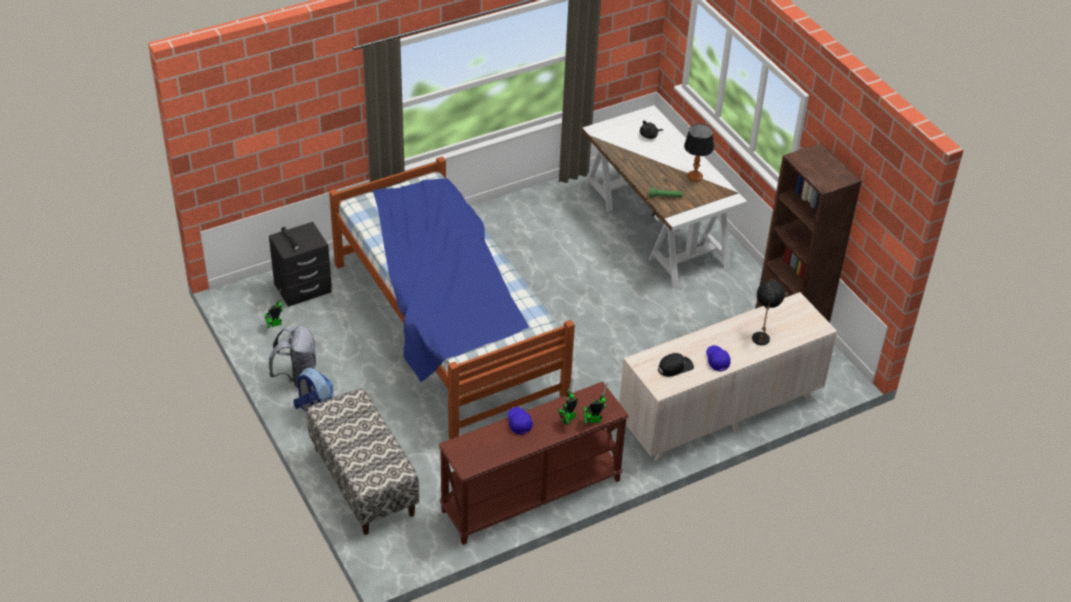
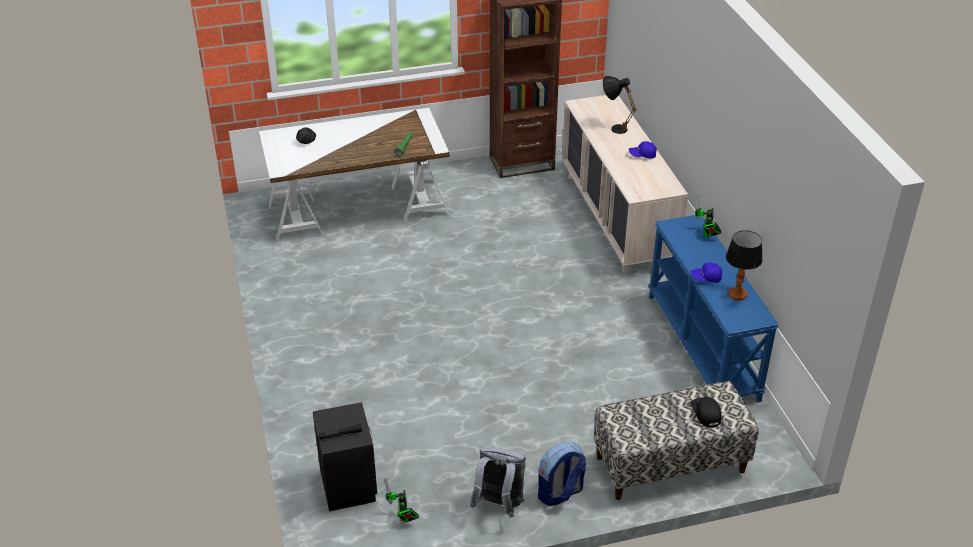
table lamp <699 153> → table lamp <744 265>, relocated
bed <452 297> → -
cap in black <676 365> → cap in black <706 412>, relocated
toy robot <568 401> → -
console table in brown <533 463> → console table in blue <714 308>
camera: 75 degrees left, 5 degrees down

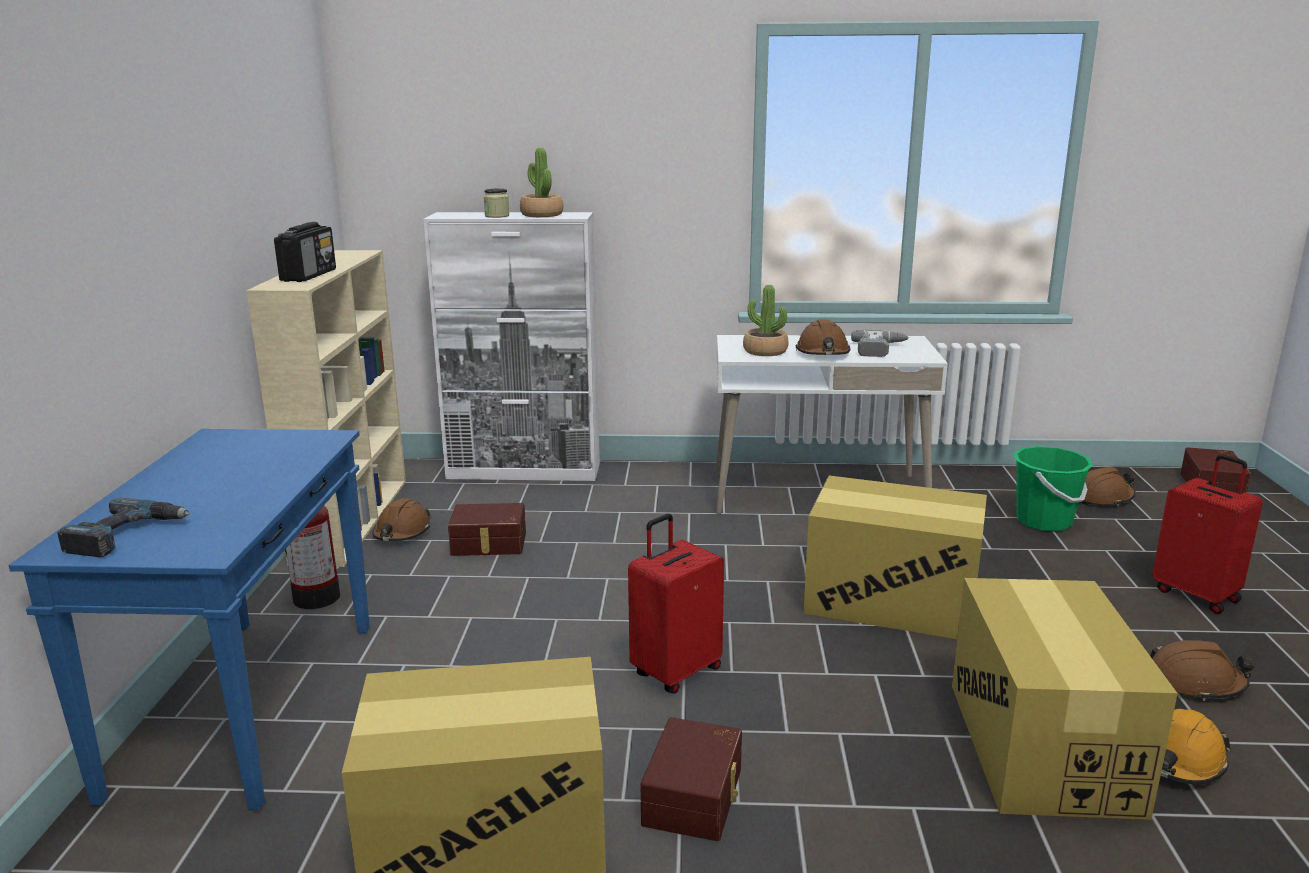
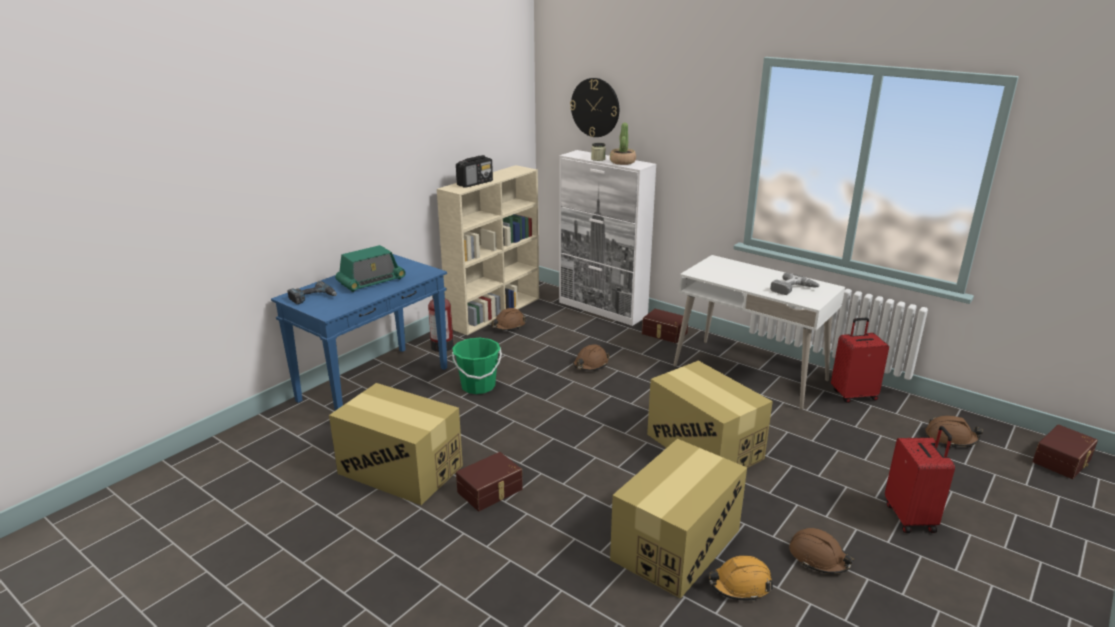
potted plant <765 320> → -
hard hat in brown <822 337> → hard hat in brown <591 357>, relocated
bucket in green <1053 488> → bucket in green <477 366>, relocated
storage box in brown <487 529> → storage box in brown <665 326>, relocated
suitcase in red <676 603> → suitcase in red <860 360>, relocated
- → wall clock <594 107>
- → radio <370 268>
camera: 35 degrees right, 5 degrees up

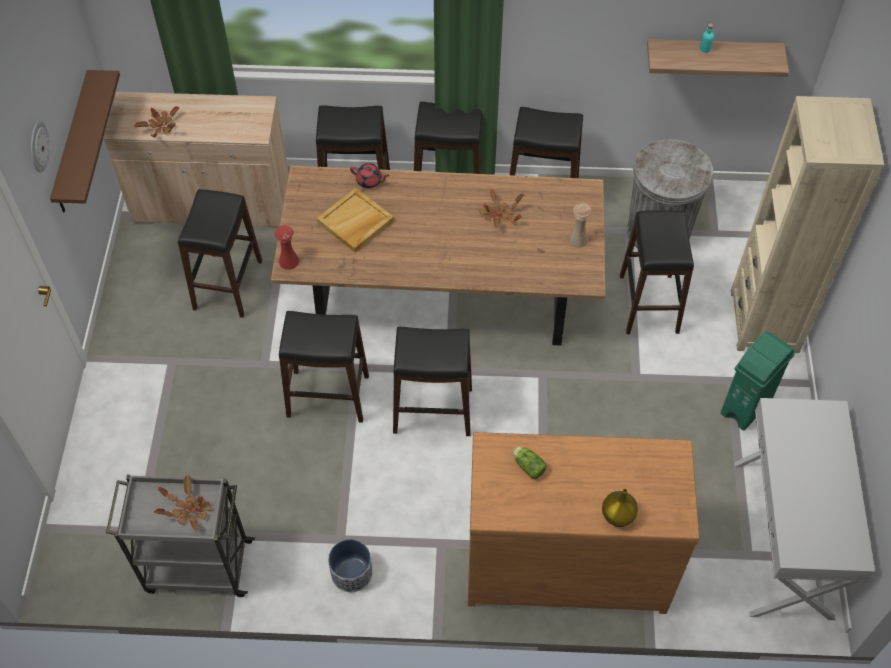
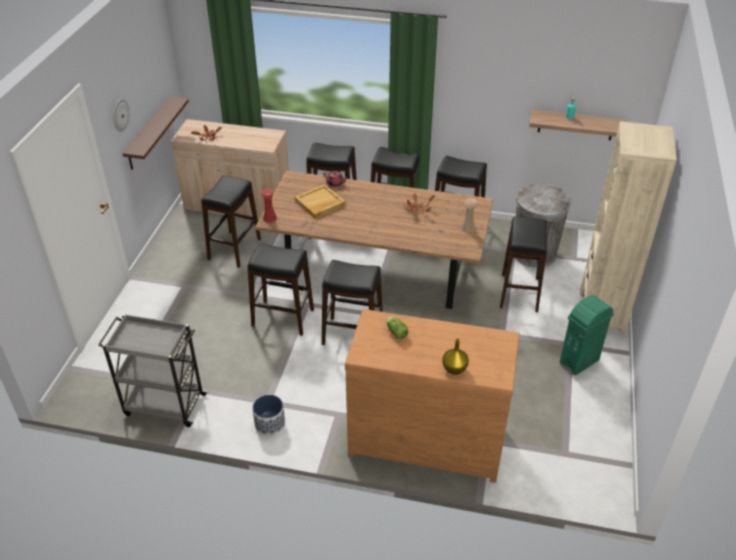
console table in white <804 509> → -
potted plant <182 503> → -
camera: 10 degrees right, 15 degrees down

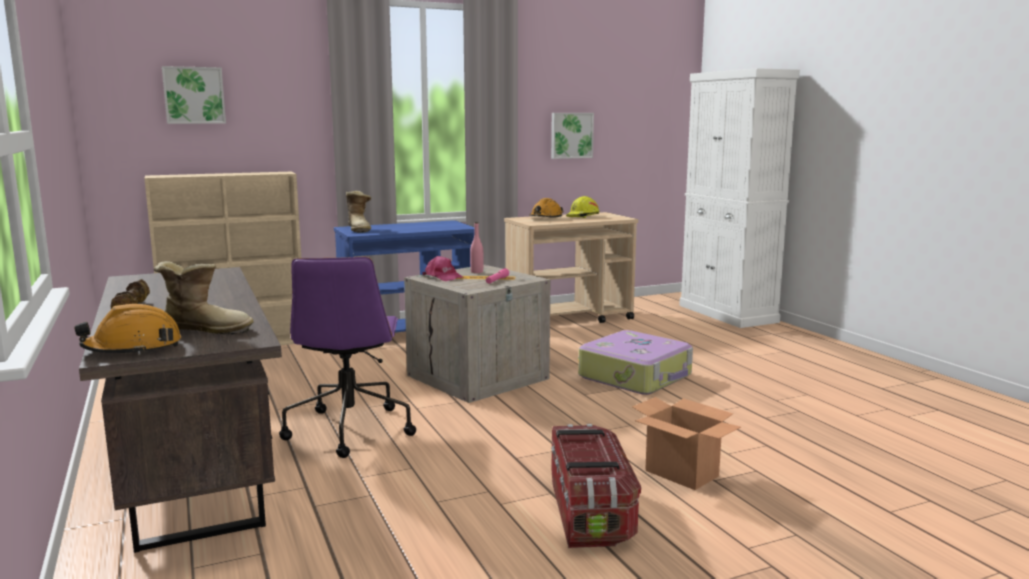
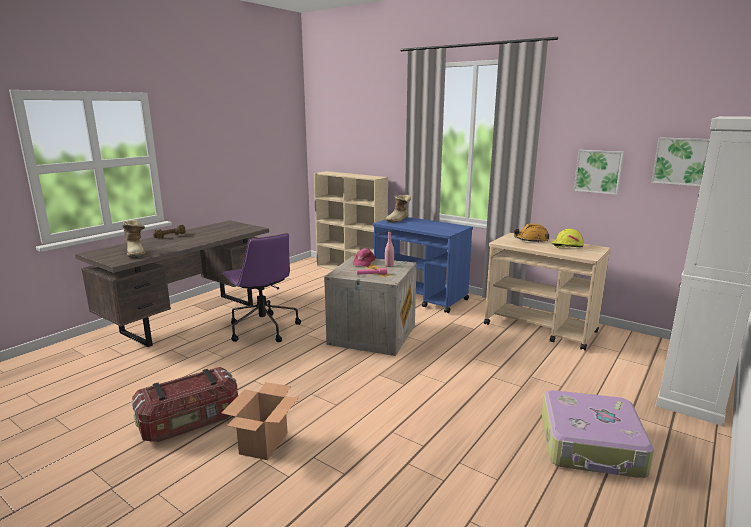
picture <194 95> → picture <680 161>, relocated
office chair in purple <347 357> → office chair in purple <261 287>, 90 degrees counterclockwise
hard hat in orange <127 329> → -
suitcase <635 362> → suitcase <598 434>, relocated
camera: 60 degrees right, 5 degrees up

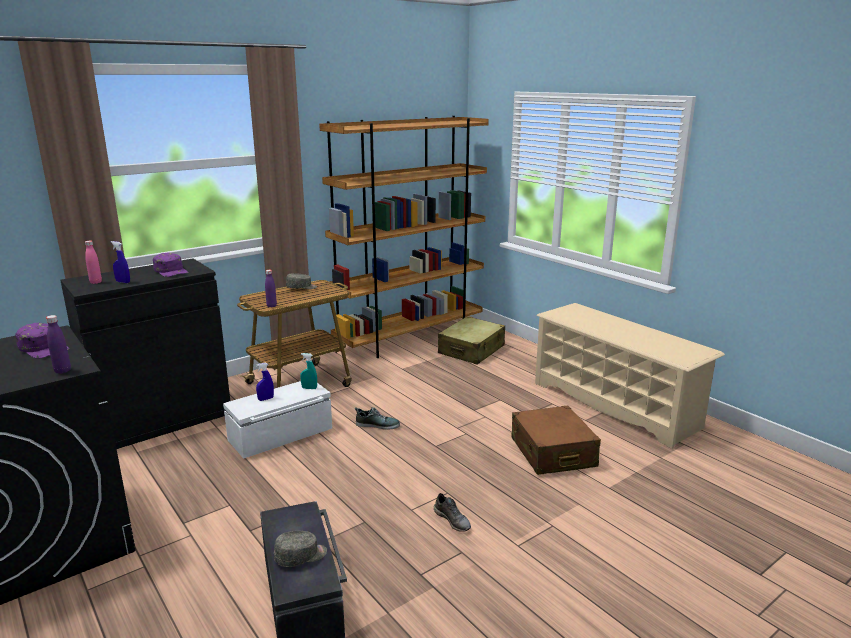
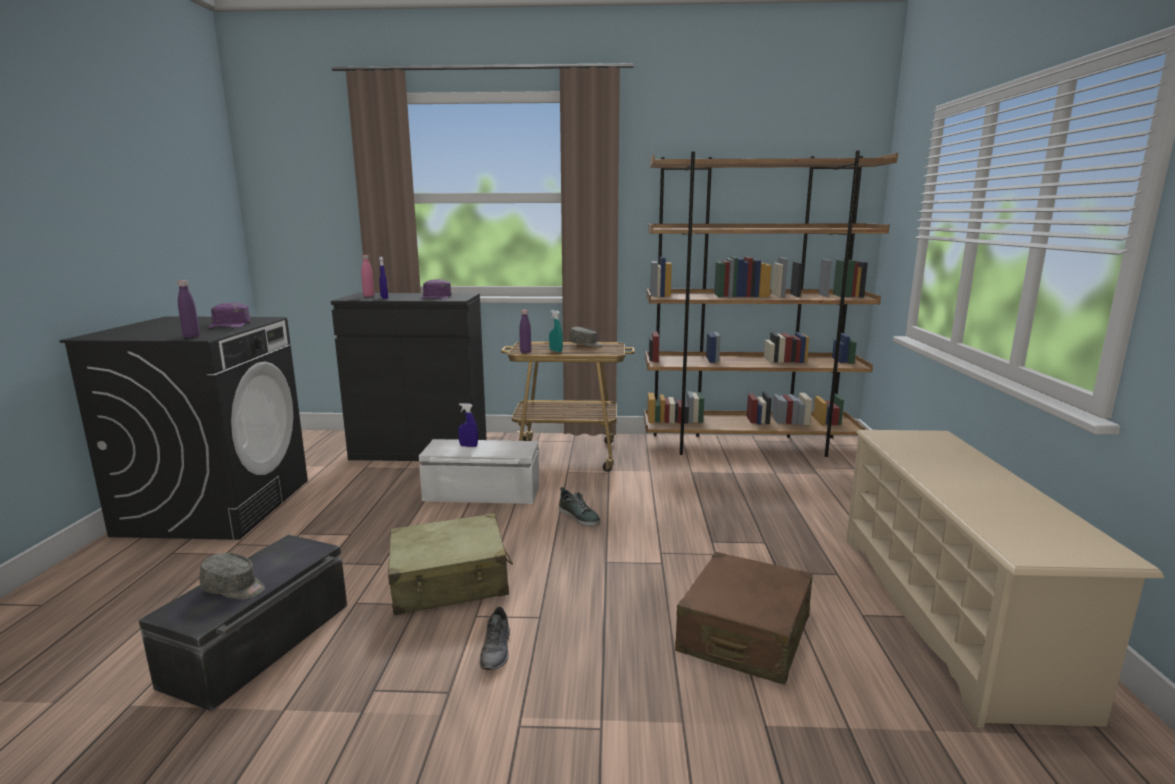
suitcase in beige <471 340> → suitcase in beige <450 564>, relocated
spray bottle in turquoise <308 371> → spray bottle in turquoise <556 331>, relocated
camera: 40 degrees right, 5 degrees down

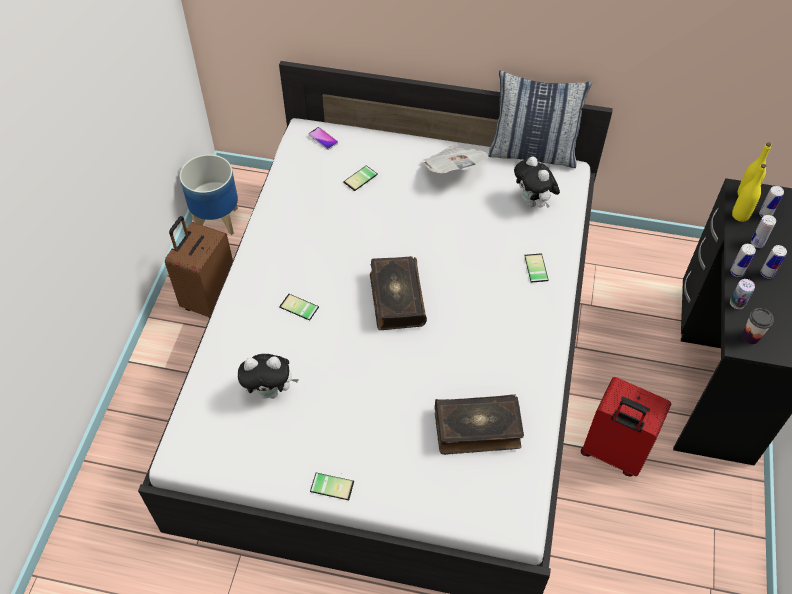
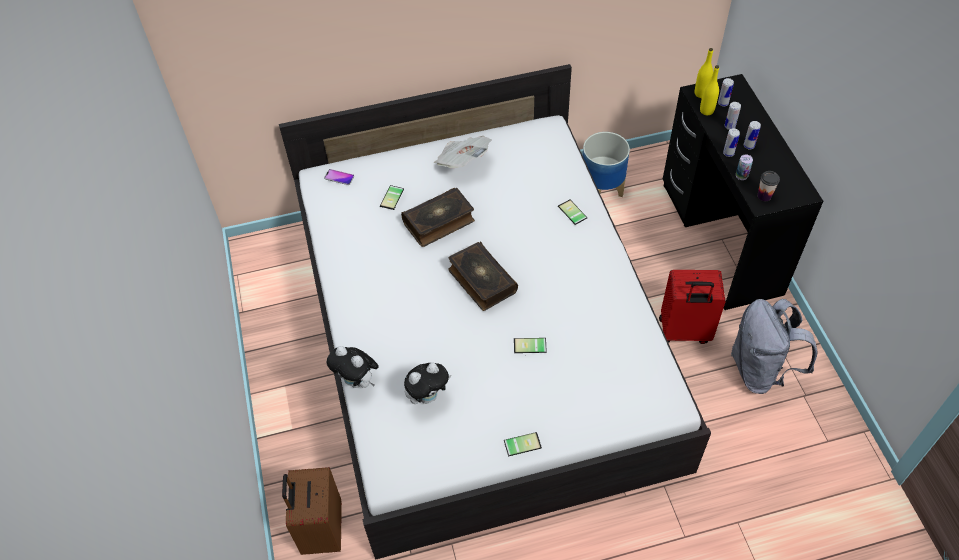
pillow <540 119> → -
planter <209 194> → planter <606 164>, relocated
plush toy <537 182> → plush toy <353 367>, relocated
suitcase in brown <199 267> → suitcase in brown <312 511>, relocated
phone <299 307> → phone <530 345>, relocated
book <479 424> → book <438 217>, relocated
- → backpack in grey <774 346>
camera: 25 degrees left, 0 degrees up

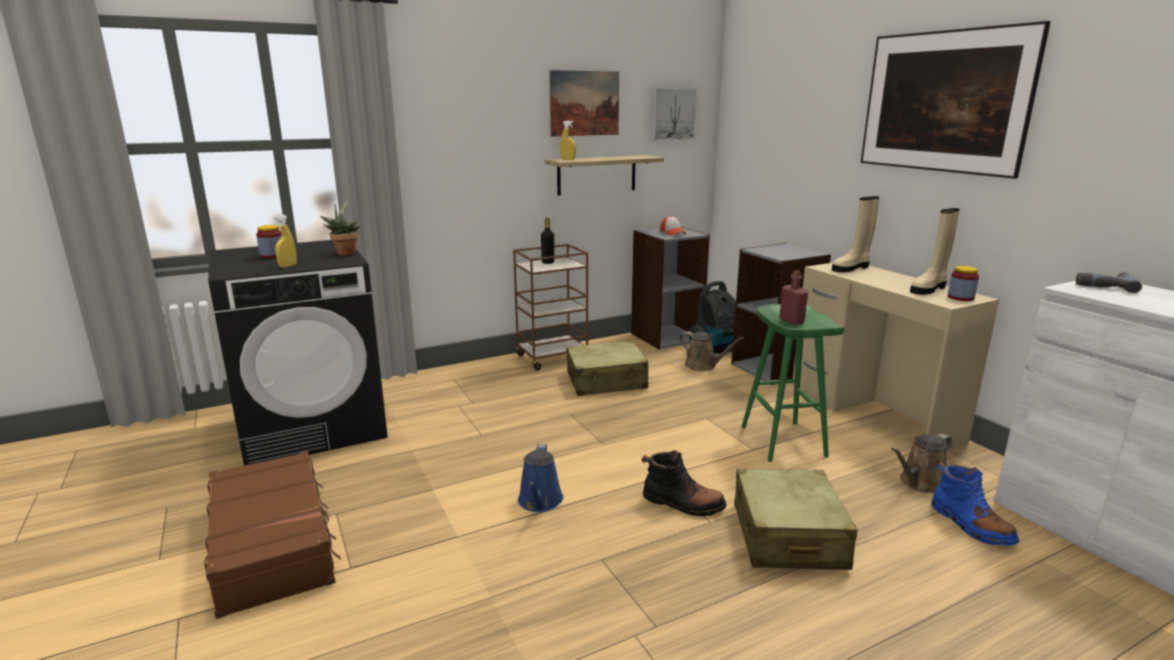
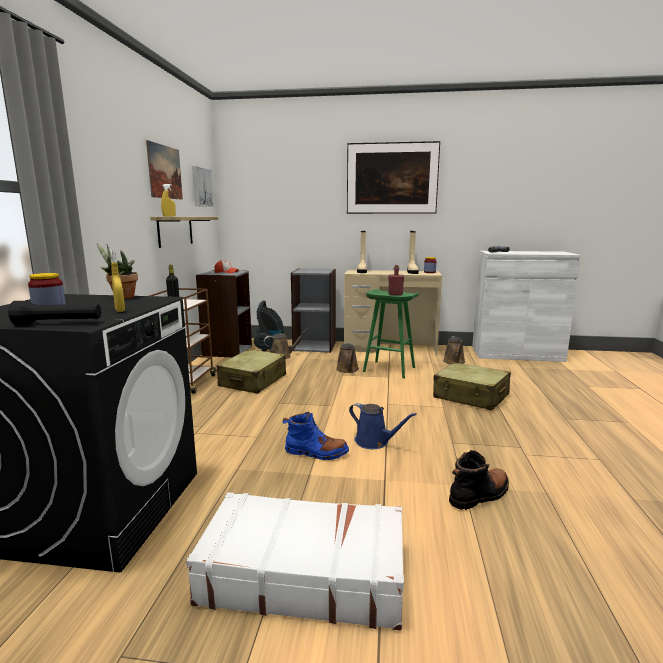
boot in black <684 483> → boot in black <479 480>, relocated
suitcase in brown <273 535> → suitcase in white <295 561>
boot in blue <975 504> → boot in blue <315 435>, relocated
- → flashlight in black <54 313>
- → watering can in brown <347 358>
camera: 55 degrees left, 5 degrees down

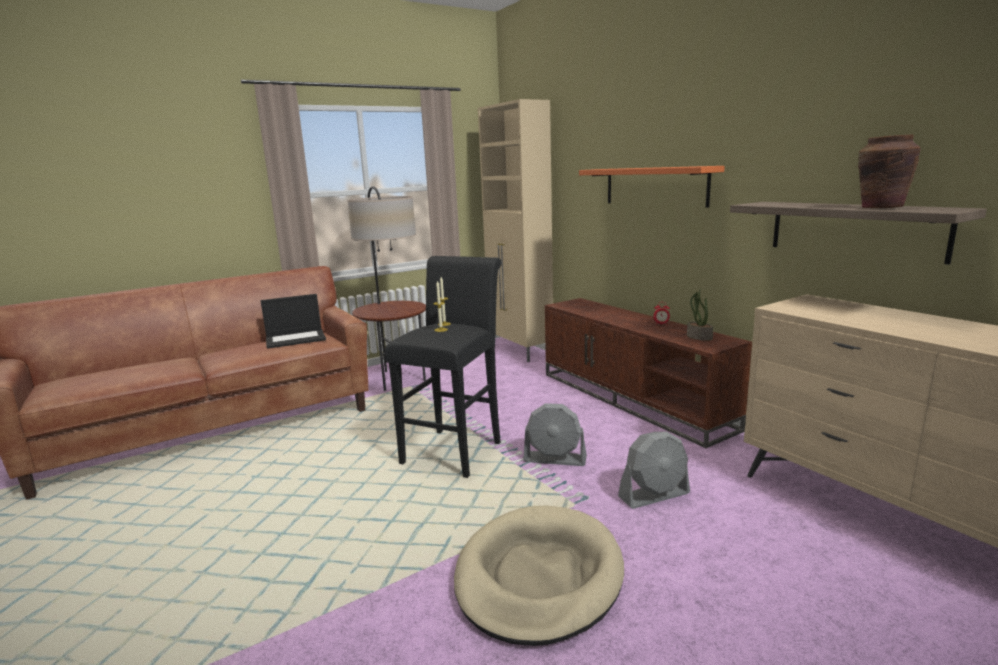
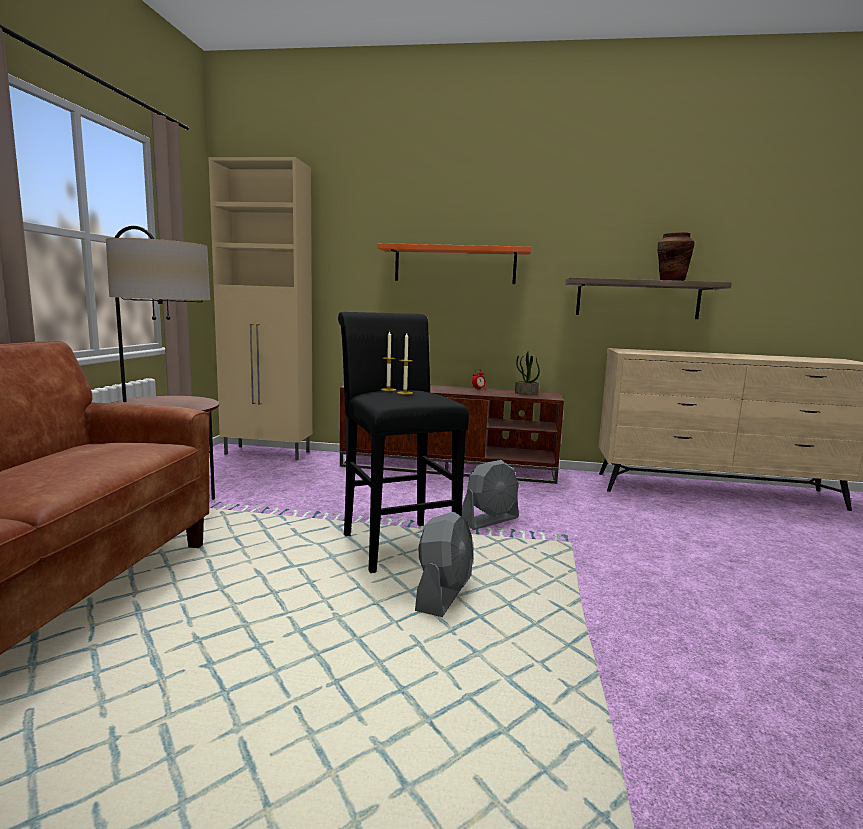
laptop <293 321> → -
fan in grey <654 470> → fan in grey <444 564>, relocated
dog bed in beige <539 575> → -
camera: 50 degrees left, 5 degrees down

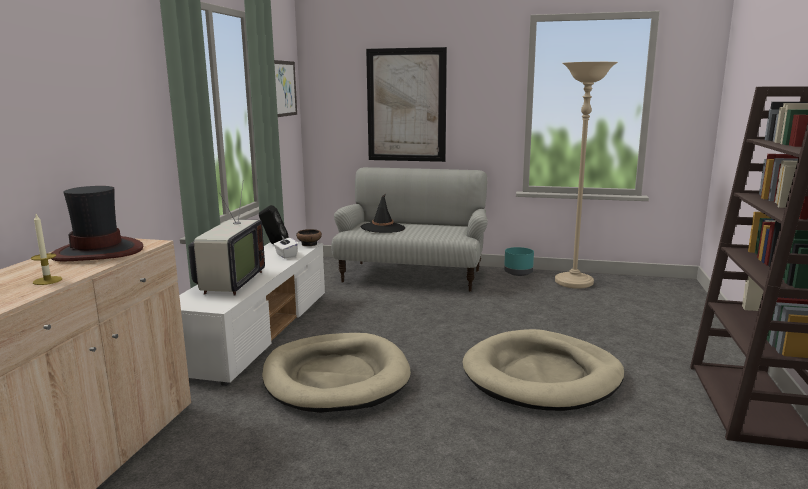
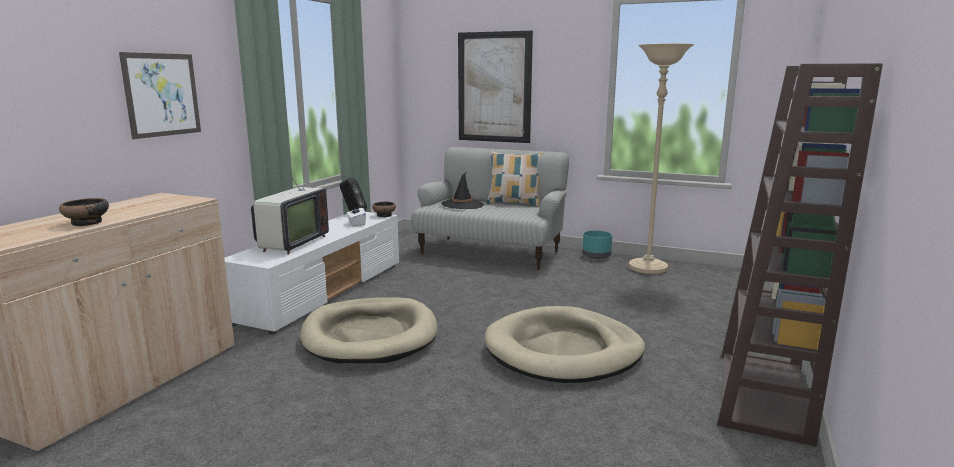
picture <285 88> → picture <160 95>, relocated
hat <97 223> → -
candle <46 249> → bowl <84 212>
- → pillow <514 178>
camera: 10 degrees right, 0 degrees up

